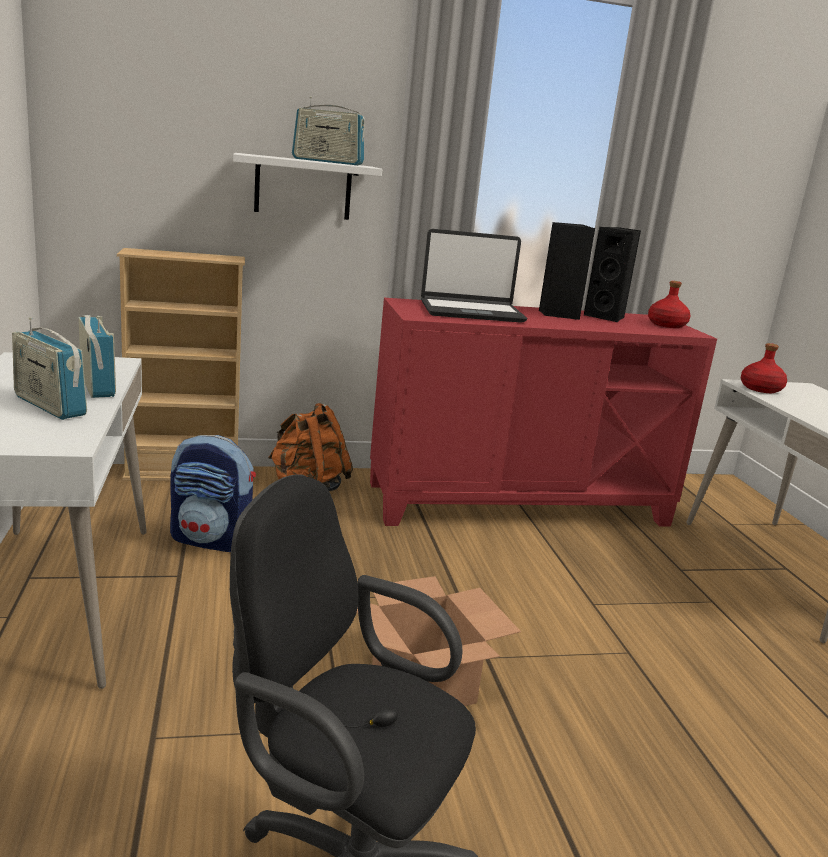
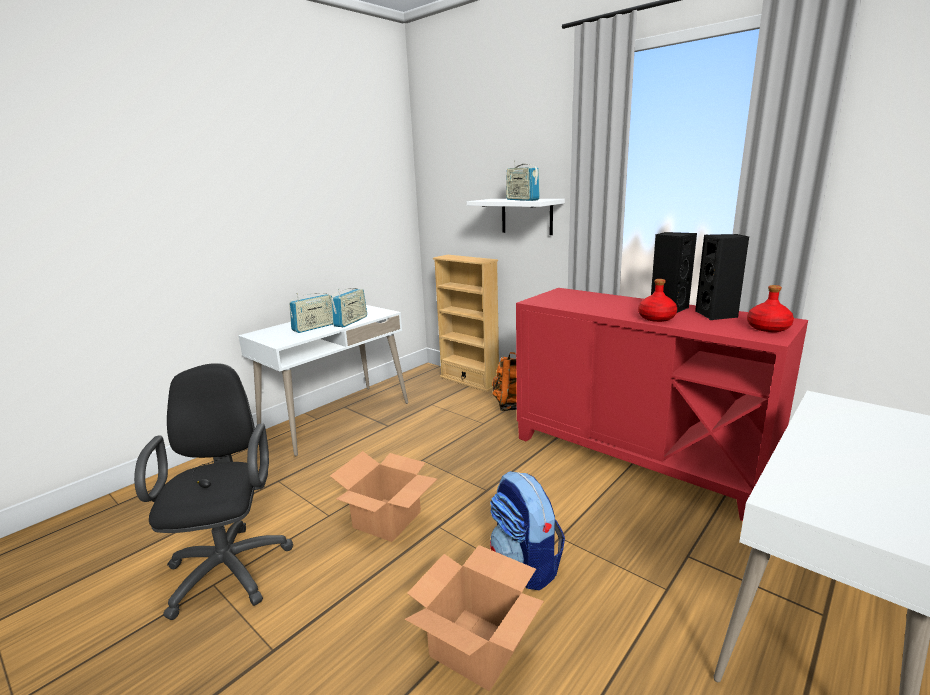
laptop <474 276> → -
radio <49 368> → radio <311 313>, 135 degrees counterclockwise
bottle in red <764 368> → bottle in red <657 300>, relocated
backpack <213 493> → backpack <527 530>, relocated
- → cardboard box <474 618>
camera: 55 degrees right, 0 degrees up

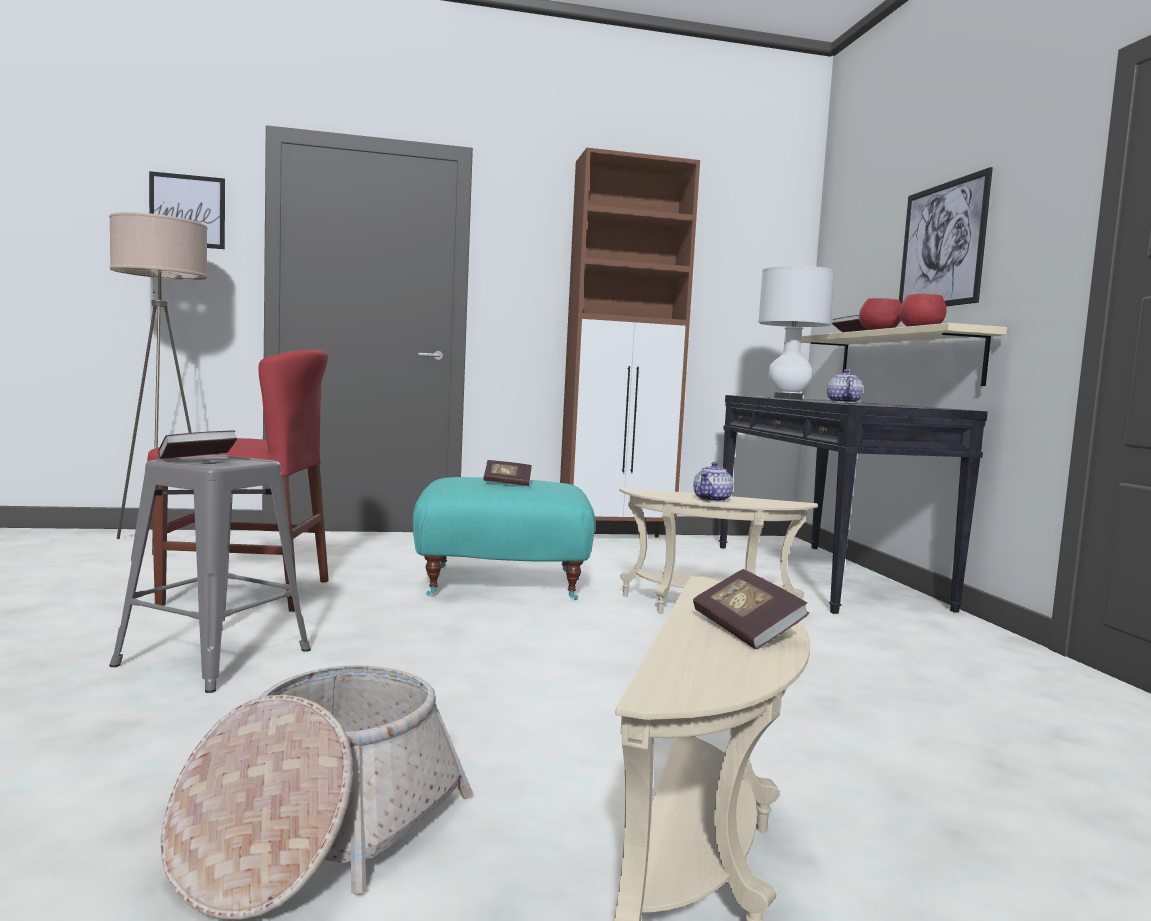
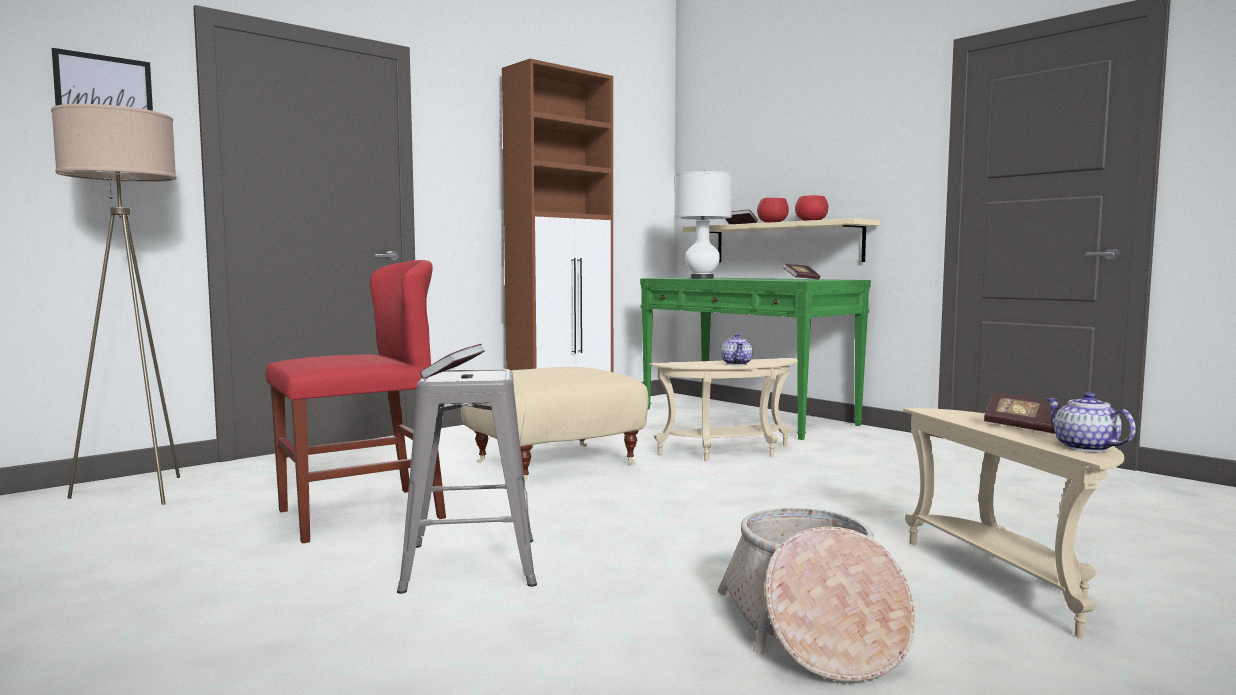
picture <946 236> → -
teapot <845 386> → teapot <1091 422>, relocated
console table in black <853 504> → console table in green <755 359>
book <507 473> → book <802 271>, relocated
ottoman in turquoise <504 538> → ottoman in beige <555 424>
camera: 30 degrees left, 0 degrees up

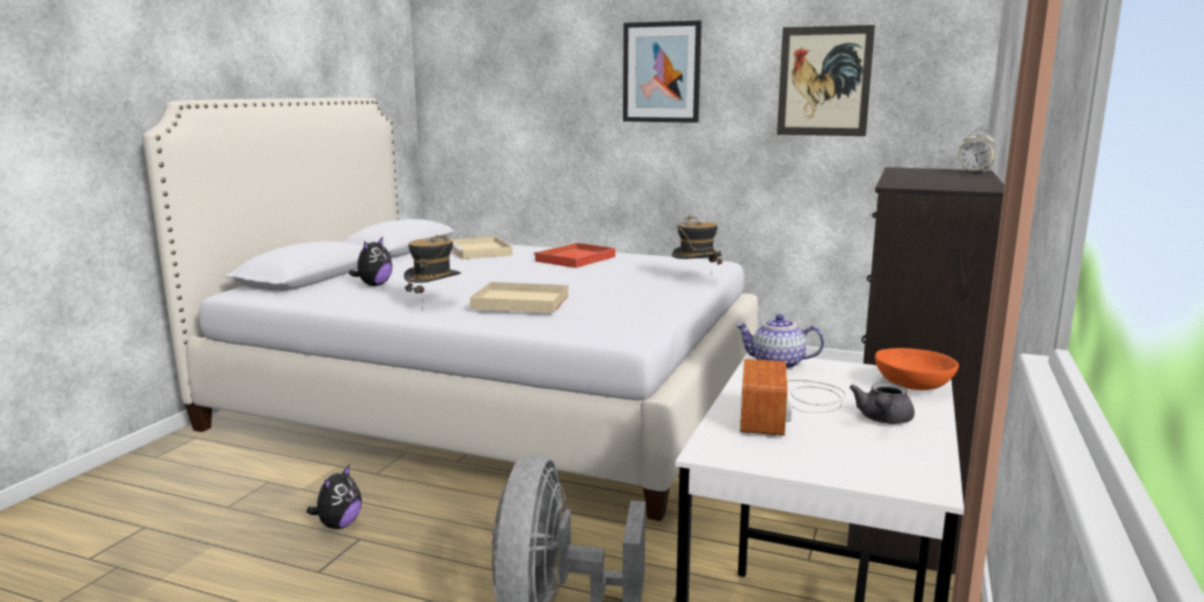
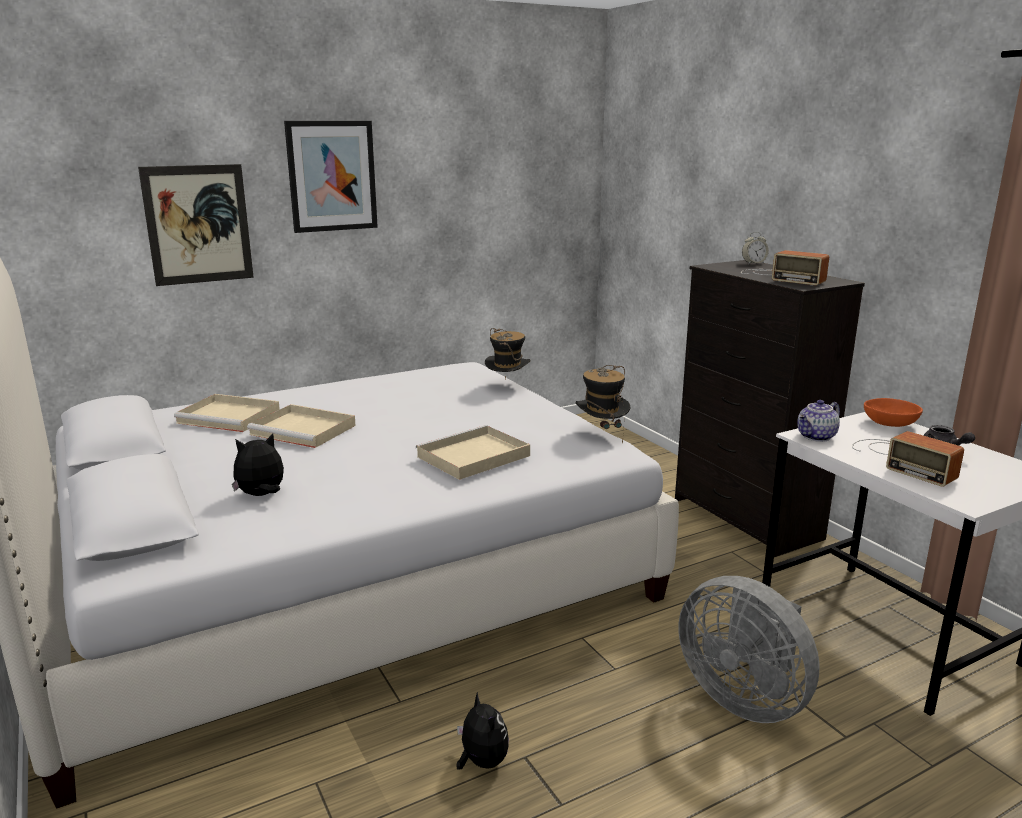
picture <826 80> → picture <196 225>, relocated
hat <432 273> → hat <603 404>, relocated
plush toy <370 261> → plush toy <258 465>, 90 degrees counterclockwise
tray in red <574 255> → -
- → radio <785 268>
- → tray in beige <301 426>
camera: 50 degrees left, 5 degrees up

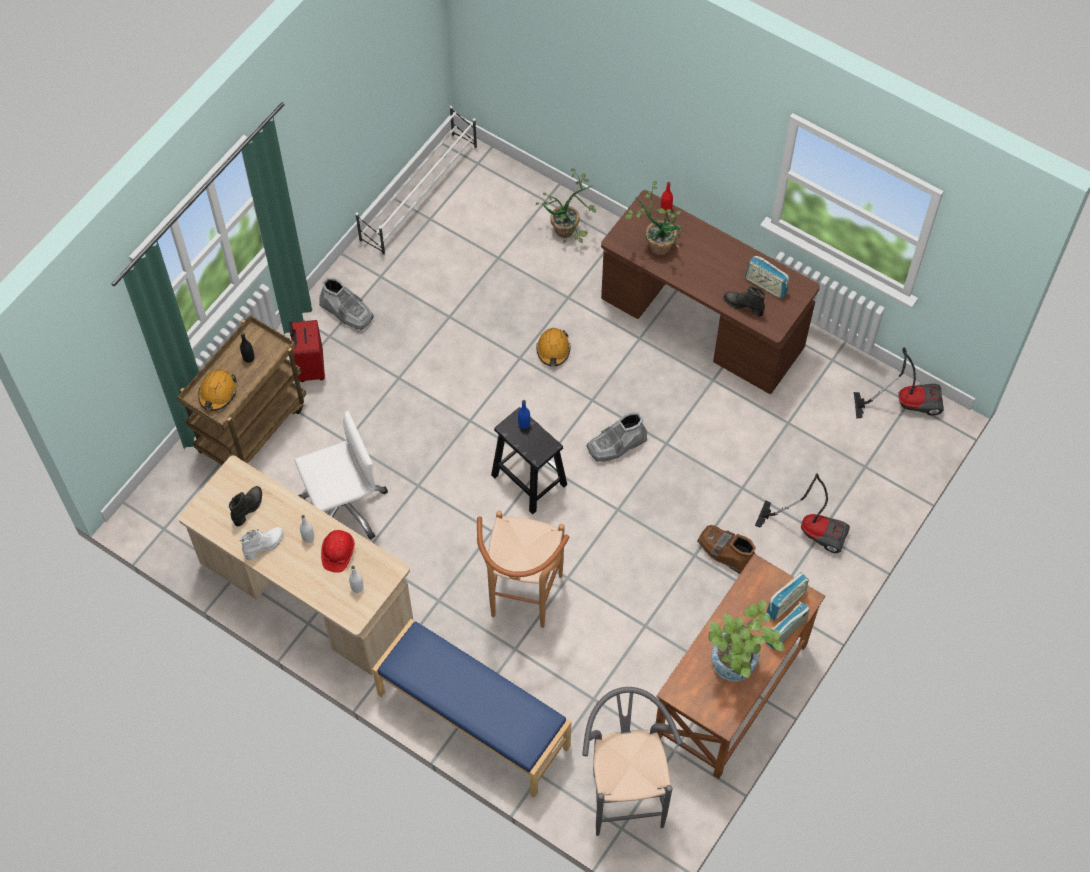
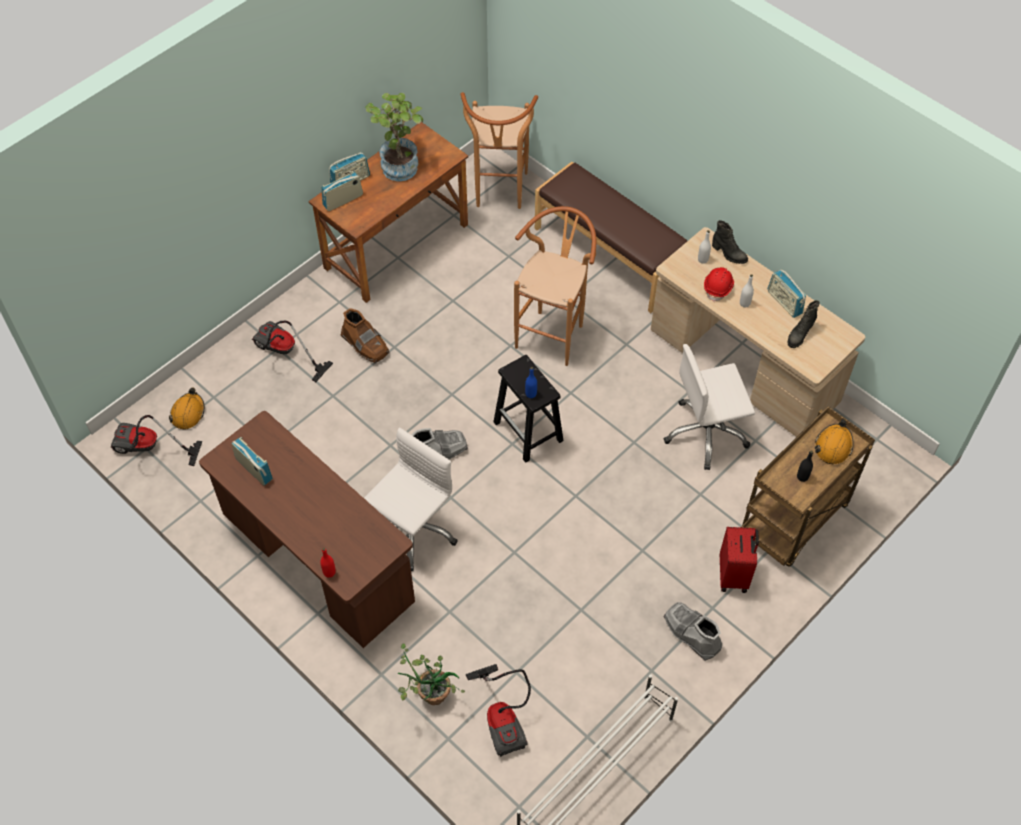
potted plant <653 218> → -
boot in black <744 301> → boot in black <730 242>, relocated
hard hat in orange <553 347> → hard hat in orange <187 408>, relocated
boot in white <262 543> → radio <787 294>
bench in blue <471 708> → bench in brown <611 237>
stool in grey <632 761> → stool in brown <499 150>
- → office chair in white <411 499>
- → vacuum cleaner <498 710>
camera: 170 degrees left, 5 degrees down

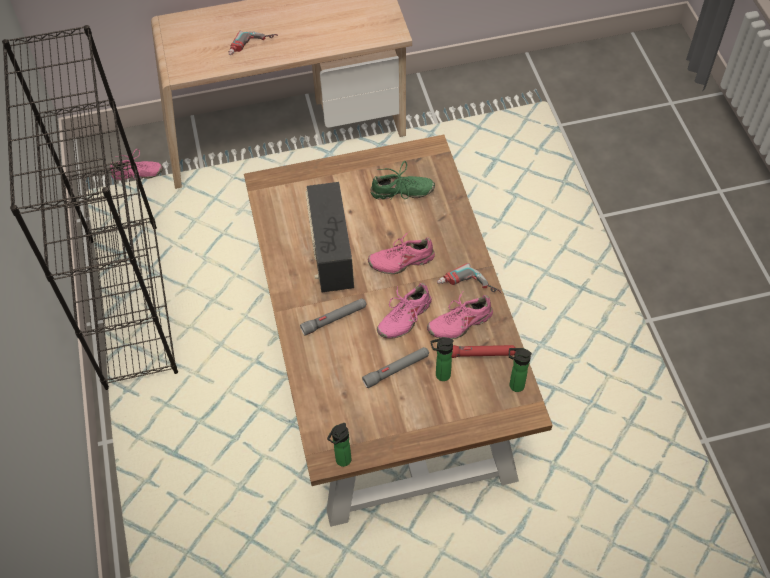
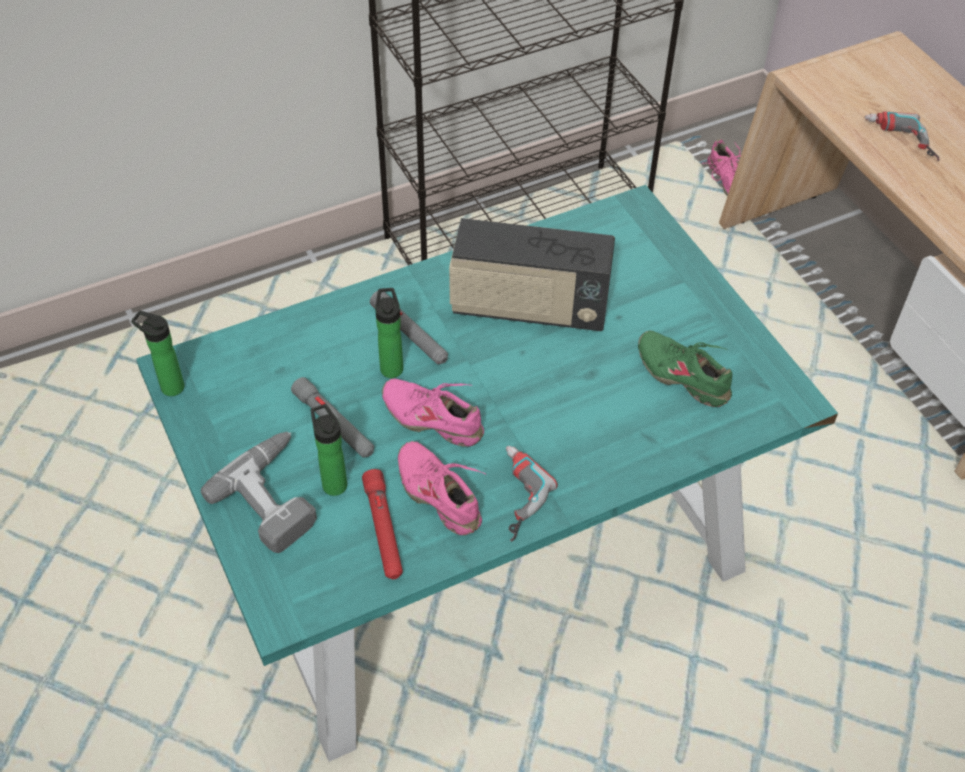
dining table in brown <398 331> → dining table in turquoise <487 473>
shoe in green <402 180> → shoe in green <685 368>, 150 degrees clockwise
radio <329 237> → radio <532 274>, 150 degrees counterclockwise
shoe in pink <401 252> → -
bottle <520 370> → bottle <389 333>, relocated
- → power drill <259 492>
camera: 75 degrees right, 5 degrees down

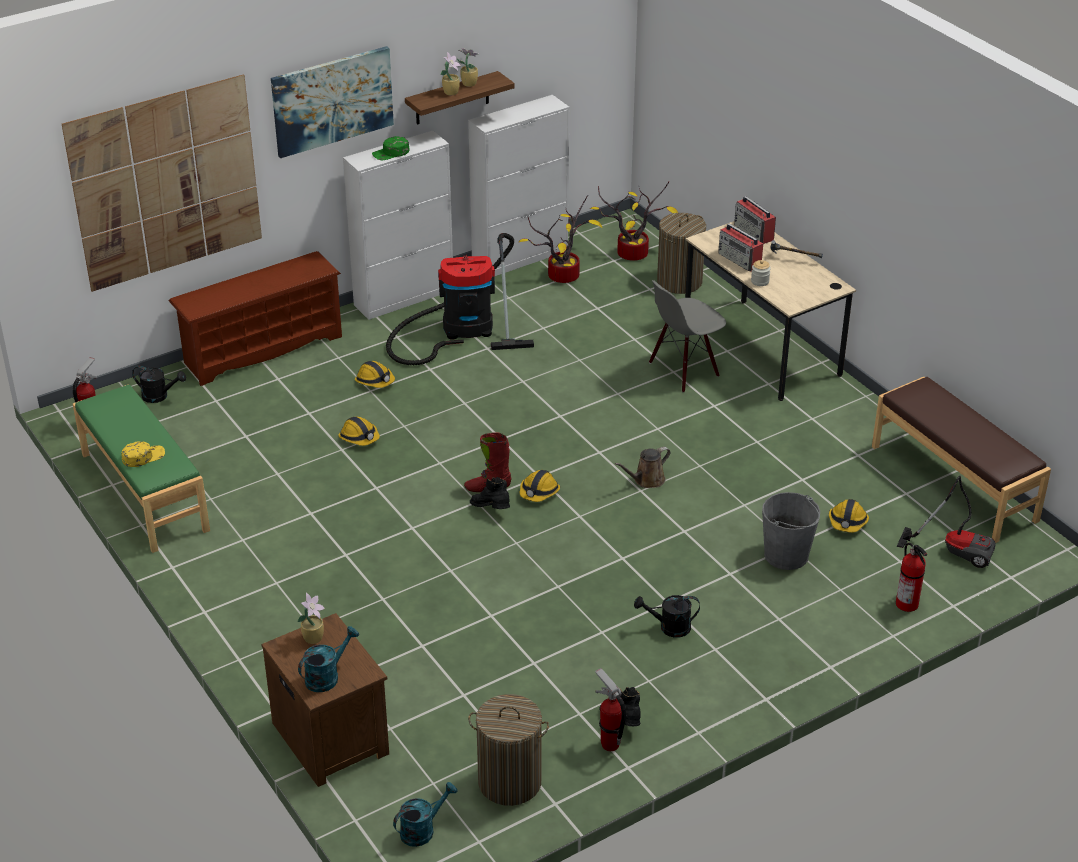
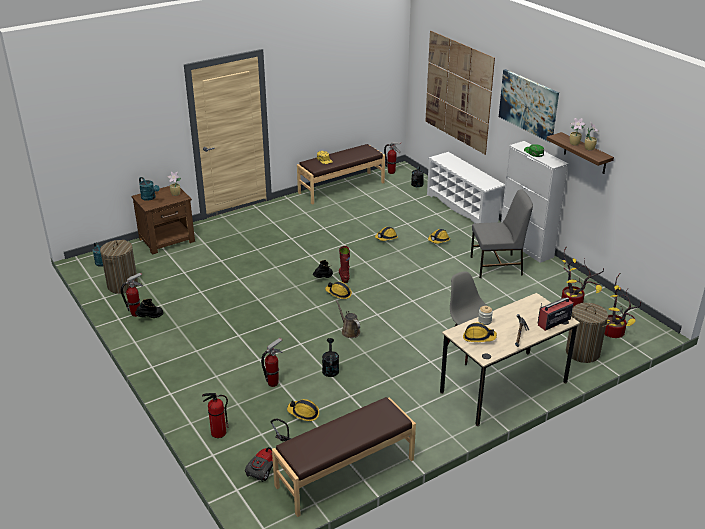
cabinet in white <518 185> → -
radio <740 247> → -
vacuum cleaner <460 299> → chair in grey <501 234>
shoe rack in brown <255 318> → shoe rack in white <466 187>
bench in green <141 468> → bench in brown <341 174>
bucket in grey <791 531> → fire extinguisher <272 362>
watering can in black <667 616> → watering can in black <330 357>, relocated
- → hard hat <480 332>
camera: 90 degrees right, 5 degrees down

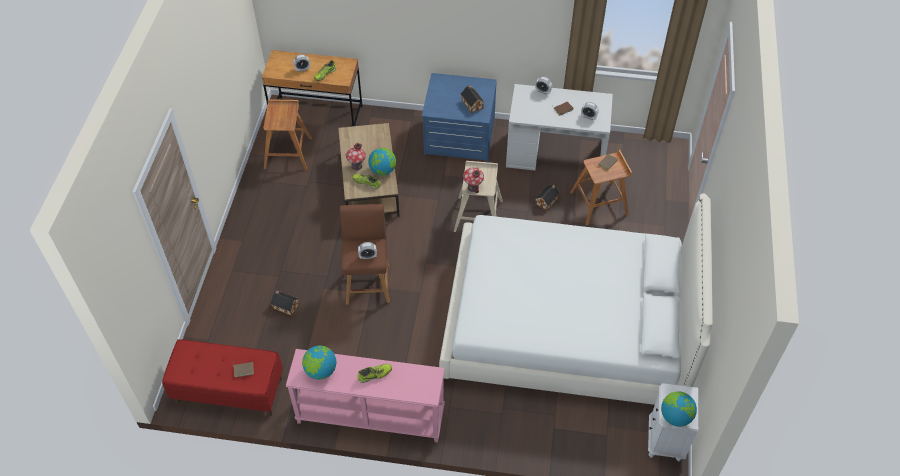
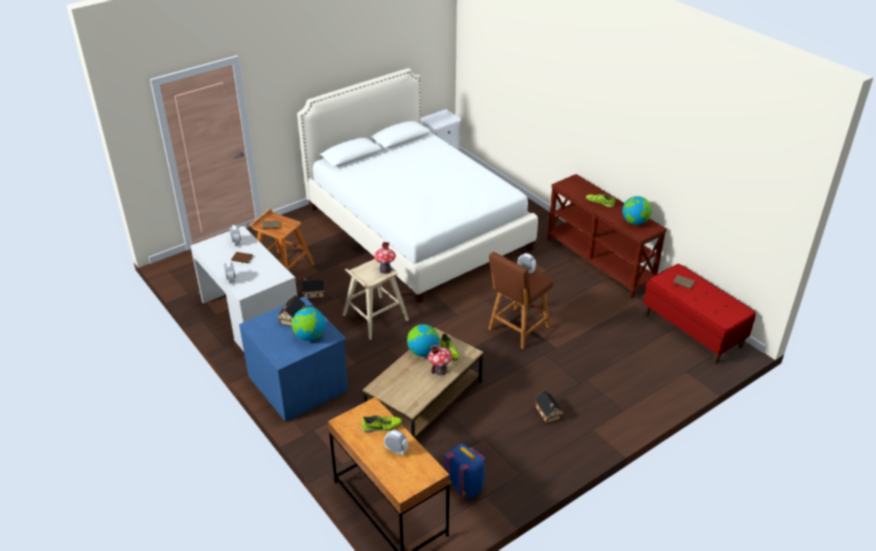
stool in brown <288 134> → backpack in blue <464 471>
toy house <284 303> → toy house <549 407>, relocated
console table in pink <365 395> → console table in brown <607 236>
globe <679 409> → globe <309 324>, relocated
camera: 135 degrees left, 15 degrees down

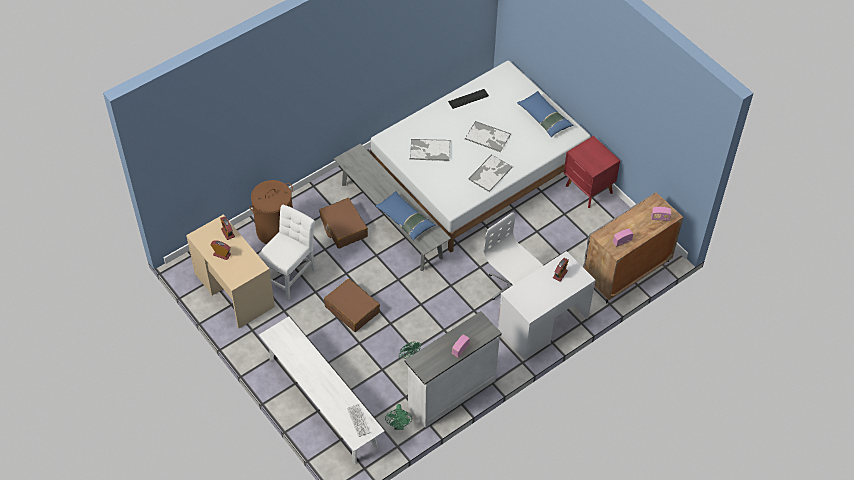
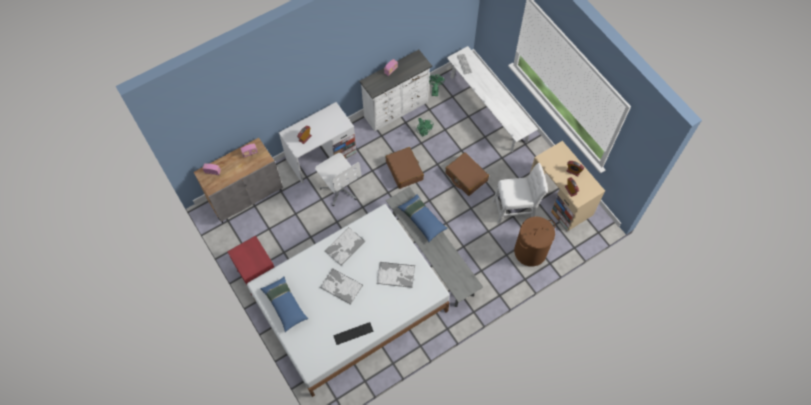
suitcase in brown <343 223> → suitcase in brown <405 168>, relocated
chair in white <287 253> → chair in white <520 193>, 135 degrees counterclockwise
camera: 175 degrees left, 10 degrees up

